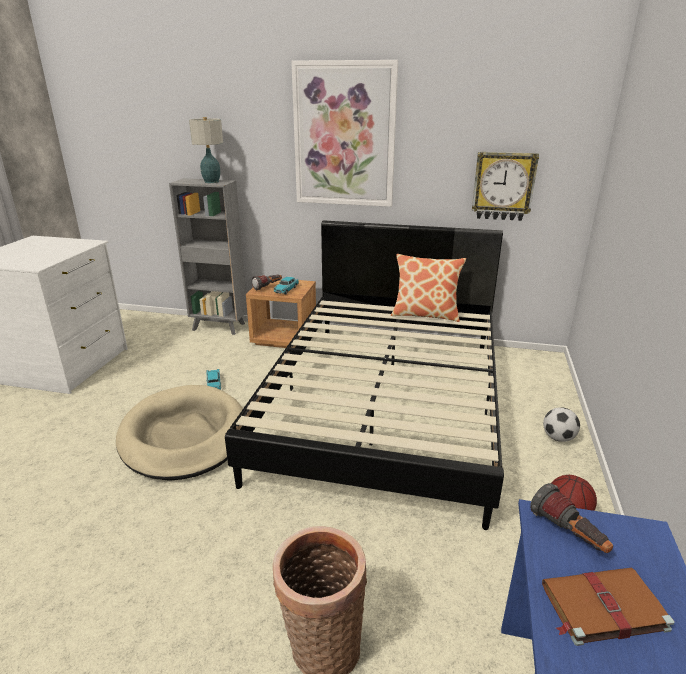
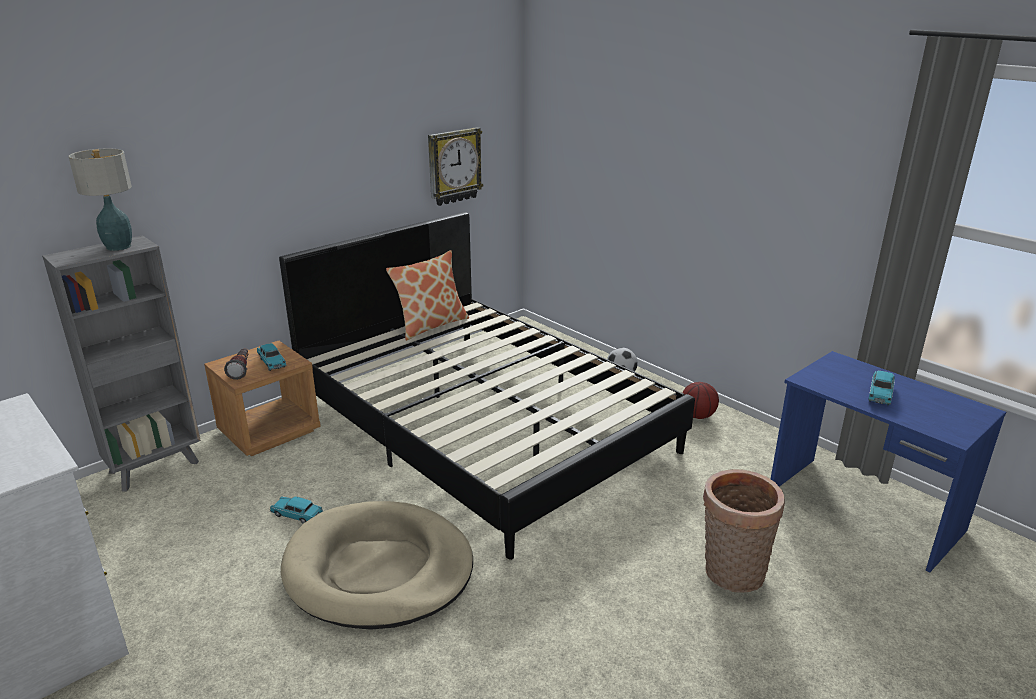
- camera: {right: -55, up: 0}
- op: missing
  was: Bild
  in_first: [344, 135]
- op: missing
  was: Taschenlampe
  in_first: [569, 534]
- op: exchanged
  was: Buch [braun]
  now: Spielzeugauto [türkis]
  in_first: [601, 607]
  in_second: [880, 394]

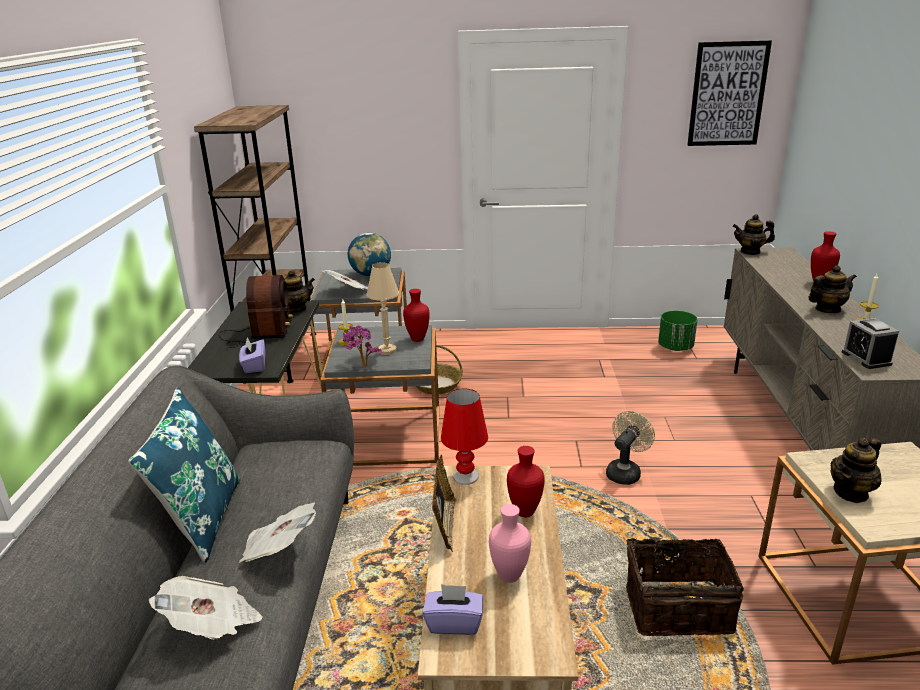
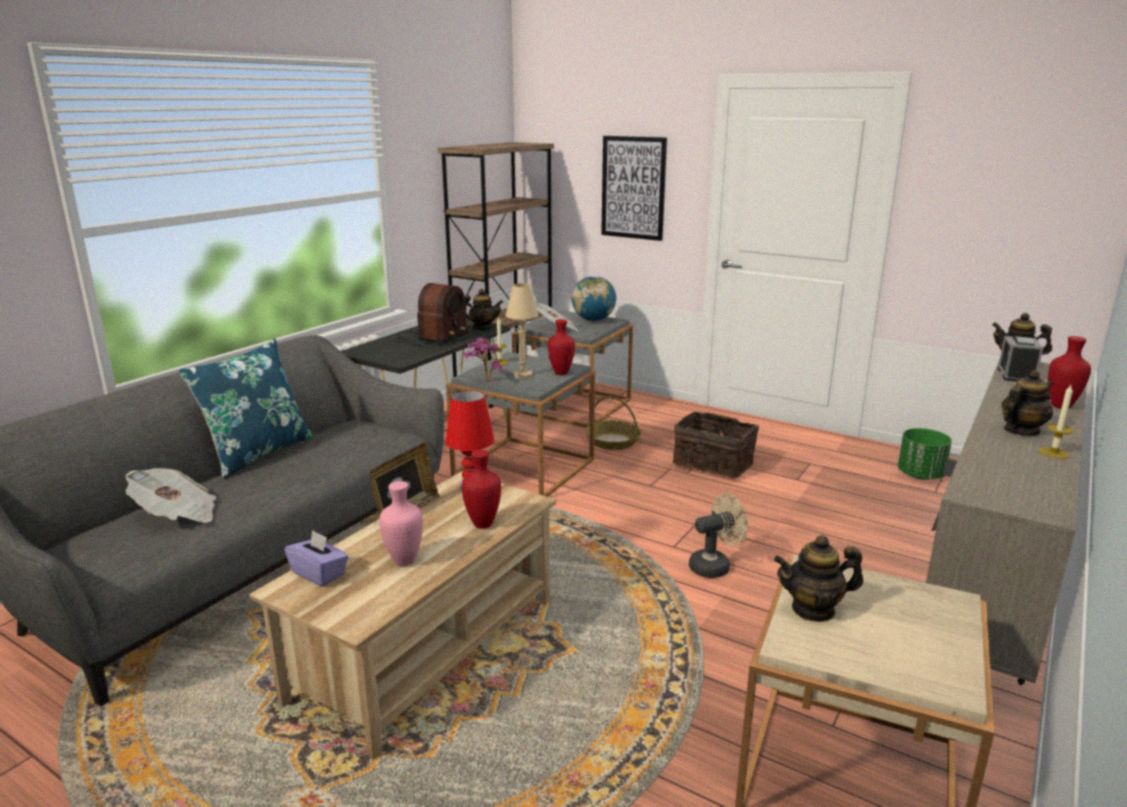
- camera: {right: 30, up: -5}
- op: relocated
  was: Bild
  in_first: [727, 94]
  in_second: [633, 188]
- op: spun
  was: Teekanne
  in_first: [827, 309]
  in_second: [1020, 431]
  clockwise: -45
- op: relocated
  was: Wecker
  in_first: [866, 358]
  in_second: [1016, 375]
- op: missing
  was: Taschentuchbox [lila]
  in_first: [254, 366]
- op: missing
  was: Zeitung
  in_first: [280, 549]
- op: relocated
  was: Korb
  in_first: [676, 606]
  in_second: [714, 463]

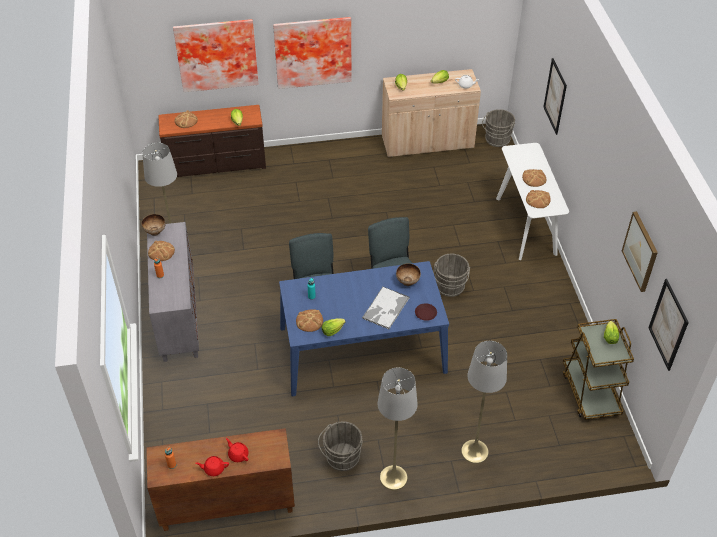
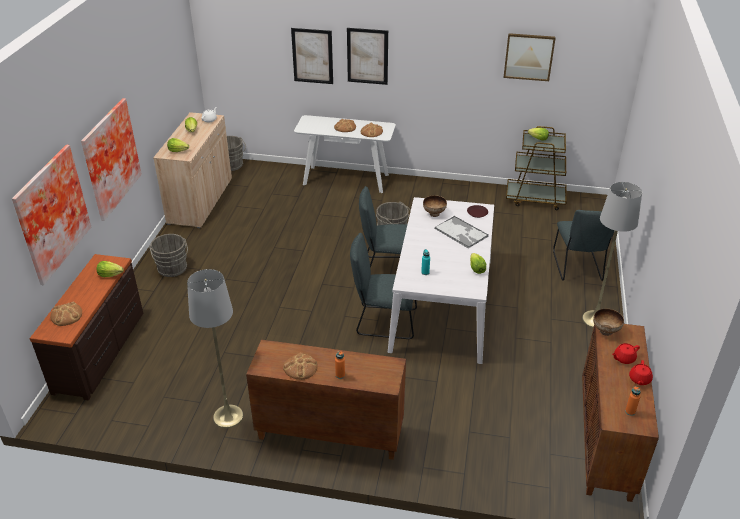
- camera: {right: -70, up: -10}
- op: relocated
  was: Schüssel
  in_first: [155, 232]
  in_second: [606, 331]
- op: colour
  was: Schrank [grau]
  now: Schrank [braun]
  in_first: [178, 316]
  in_second: [329, 433]
- op: colour
  was: Esstisch [blau]
  now: Esstisch [weiß]
  in_first: [362, 349]
  in_second: [442, 303]
- op: relocated
  was: Bild
  in_first: [668, 325]
  in_second: [367, 56]
- op: missing
  was: Brot
  in_first: [309, 321]
- op: exchanged
  was: Stehlampe [grau]
  now: Stuhl [grau]
  in_first: [474, 451]
  in_second: [578, 268]
- op: relocated
  was: Eimer [grau]
  in_first: [341, 458]
  in_second: [172, 269]

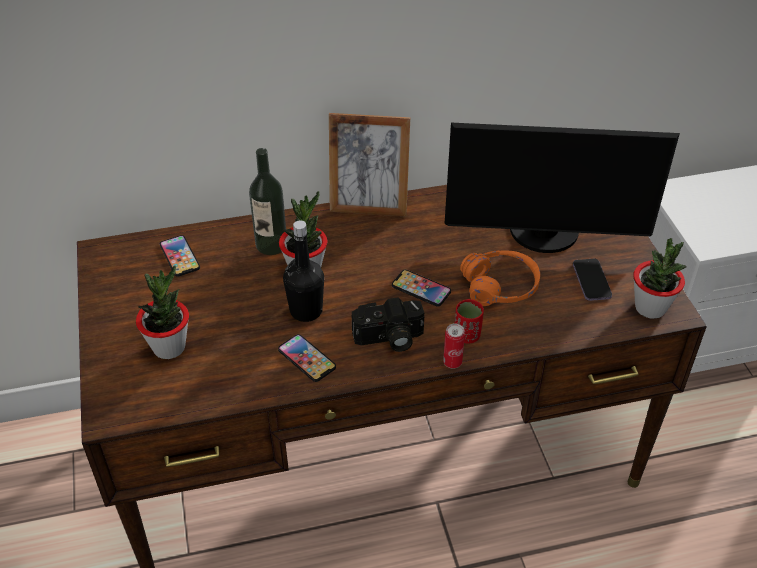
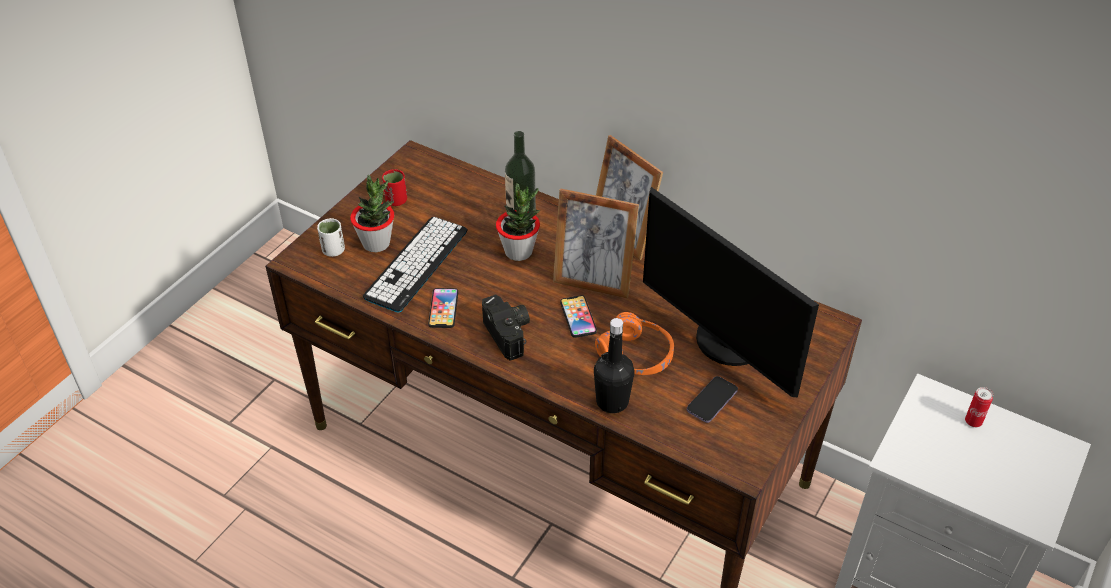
- camera: {right: 45, up: 0}
- op: relocated
  was: Flasche [schwarz]
  in_first: [306, 311]
  in_second: [612, 401]
- op: missing
  was: Handy
  in_first: [179, 256]
- op: missing
  was: Topfpflanze
  in_first: [650, 308]
- op: spun
  was: Kamera
  in_first: [389, 339]
  in_second: [510, 334]
  clockwise: -150
- op: relocated
  was: Tasse [rot]
  in_first: [467, 335]
  in_second: [396, 200]
- op: relocated
  was: Dose
  in_first: [452, 362]
  in_second: [973, 421]
- op: appeared
  now: Bilderrahmen
  in_second: [593, 282]
- op: appeared
  now: Tastatur
  in_second: [417, 264]
- op: appeared
  now: Tasse [weiß]
  in_second: [333, 250]

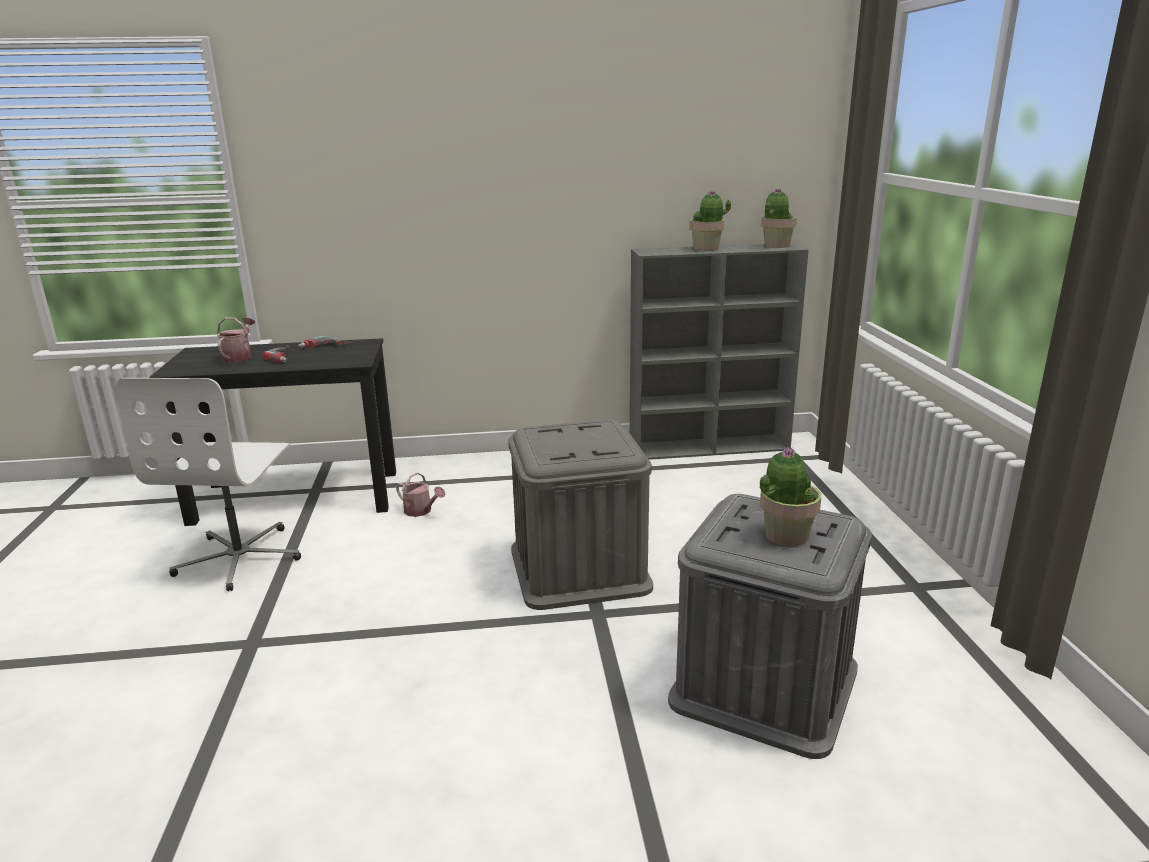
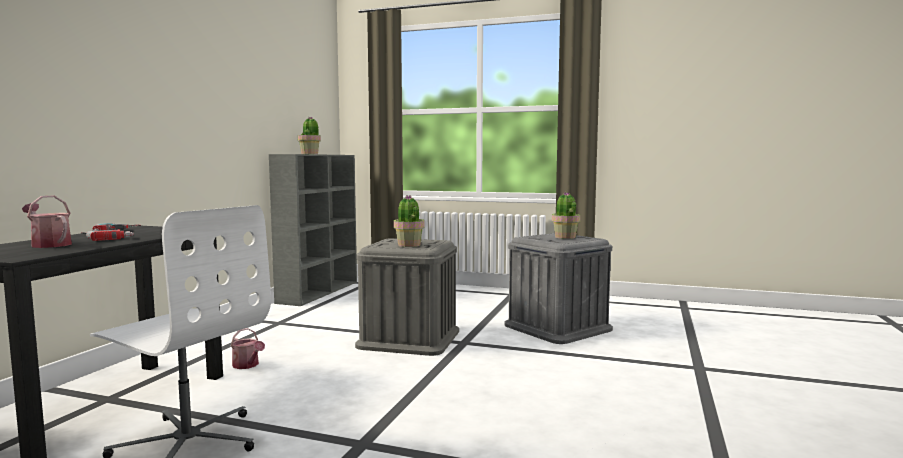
- camera: {right: -65, up: -15}
- op: relocated
  was: Topfpflanze
  in_first: [776, 246]
  in_second: [409, 245]
- op: spun
  was: Gießkanne
  in_first: [421, 511]
  in_second: [247, 365]
  clockwise: 75

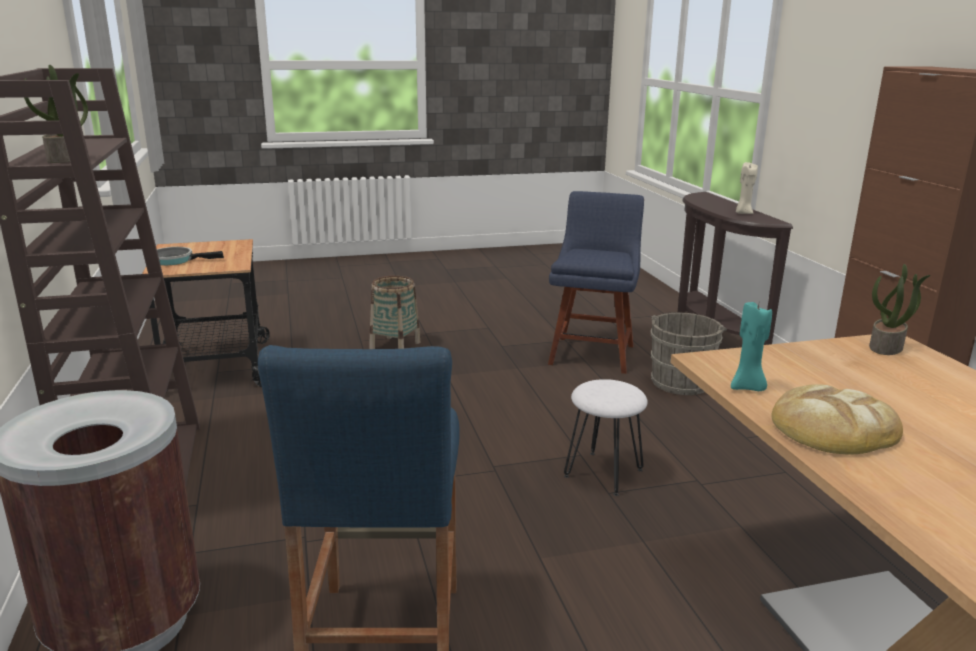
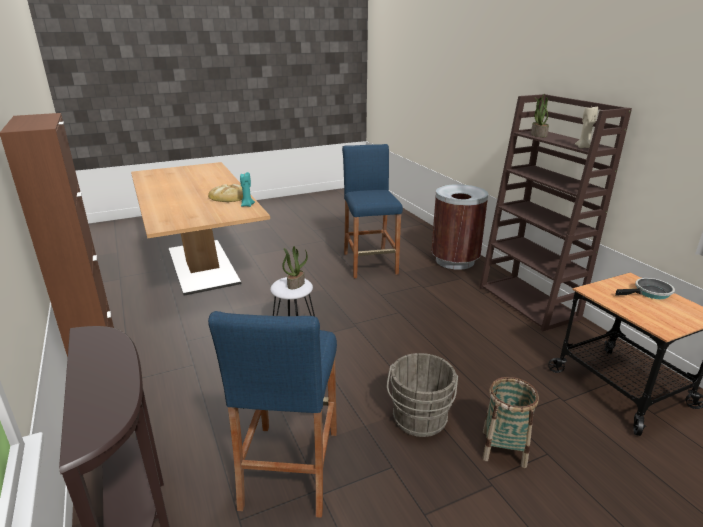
- camera: {right: 170, up: 5}
- op: relocated
  was: Kerze [beige]
  in_first: [743, 213]
  in_second: [583, 147]
- op: exchanged
  was: Stuhl [blau]
  now: Hocker [blau]
  in_first: [592, 353]
  in_second: [290, 467]
- op: relocated
  was: Topfpflanze
  in_first: [886, 347]
  in_second: [296, 284]
- op: relocated
  was: Eimer [grau]
  in_first: [681, 381]
  in_second: [419, 420]

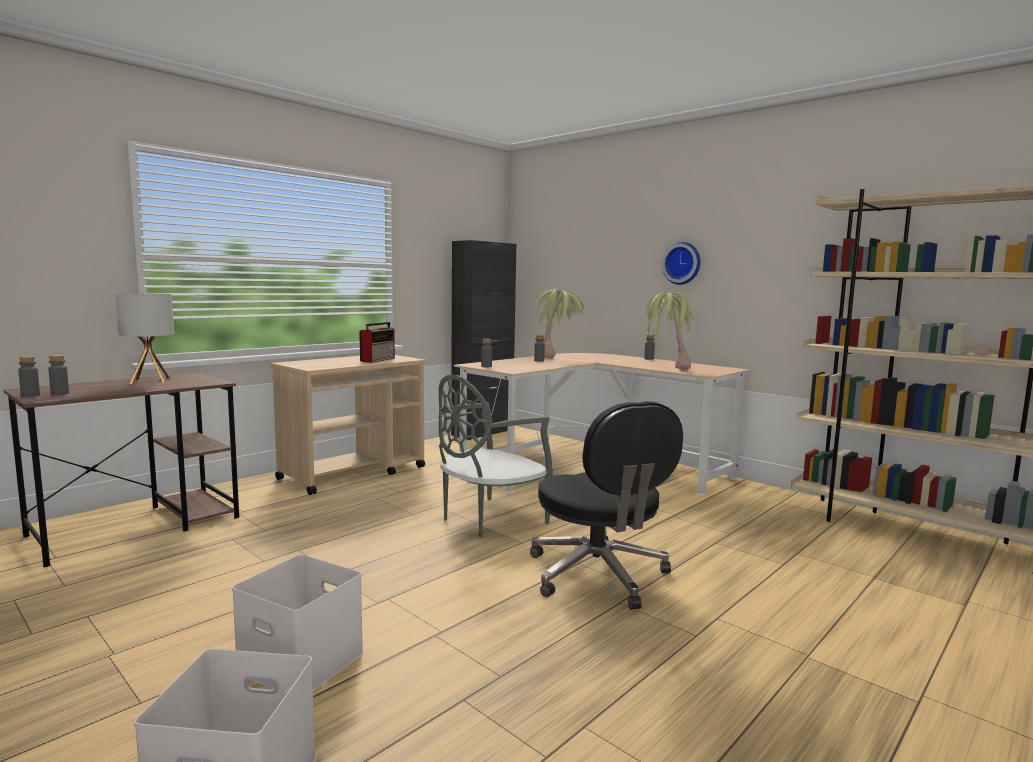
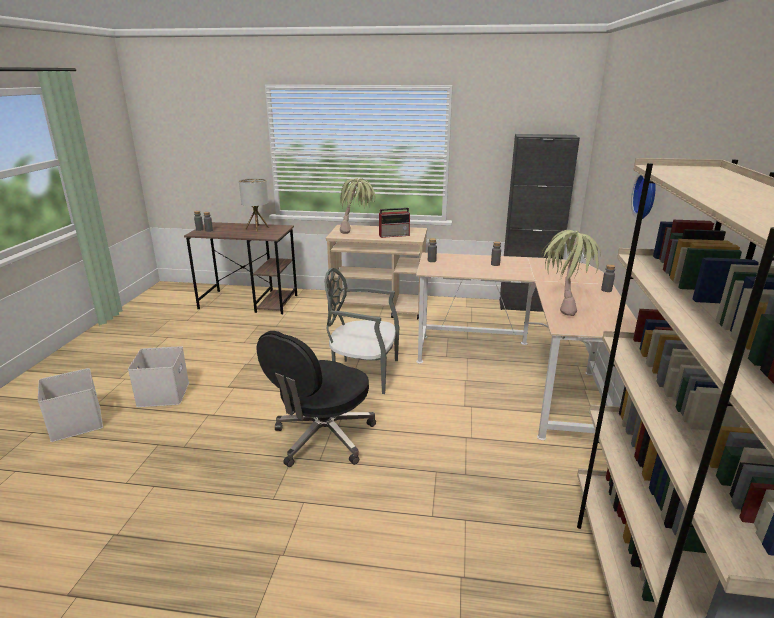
- camera: {right: 55, up: 15}
- op: relocated
  was: Topfpflanze
  in_first: [558, 357]
  in_second: [358, 233]

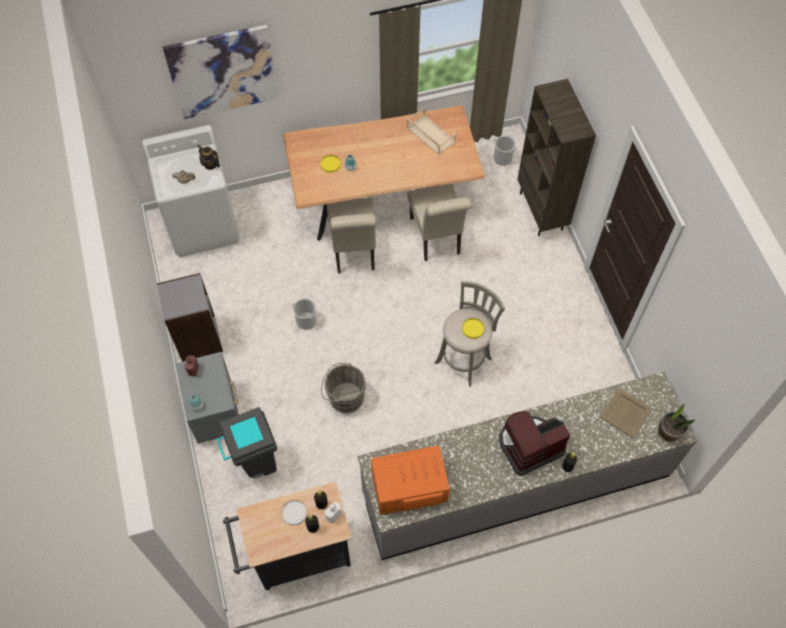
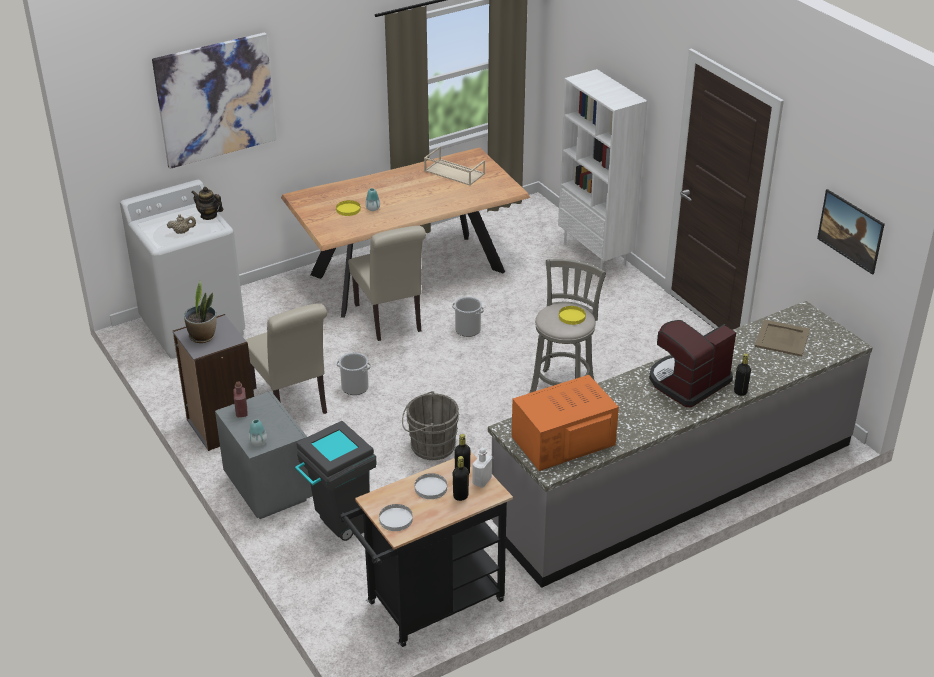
- camera: {right: -15, up: -25}
- op: colour
  was: Bücherregal [braun]
  now: Bücherregal [weiß]
  in_first: [542, 211]
  in_second: [595, 254]
- op: relocated
  was: Eimer
  in_first: [502, 158]
  in_second: [468, 329]
- op: relocated
  was: Stuhl [beige]
  in_first: [436, 239]
  in_second: [292, 403]
- op: relocated
  was: Topfpflanze
  in_first: [668, 432]
  in_second: [203, 336]
- op: appeared
  now: Bild
  in_second: [848, 243]
- op: appeared
  now: Teller [weiß]
  in_second: [395, 519]

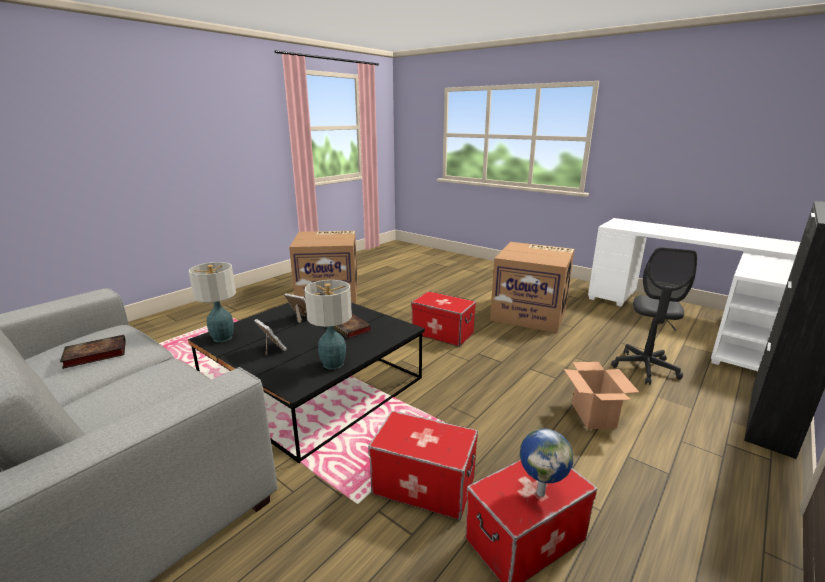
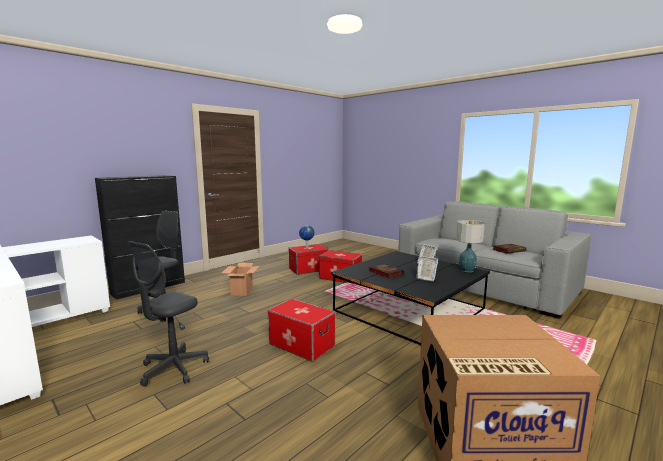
- camera: {right: -175, up: -10}
- op: exchanged
  was: Karton
  now: Bürostuhl [grau]
  in_first: [530, 313]
  in_second: [173, 369]
- op: missing
  was: Tischlampe
  in_first: [333, 364]

